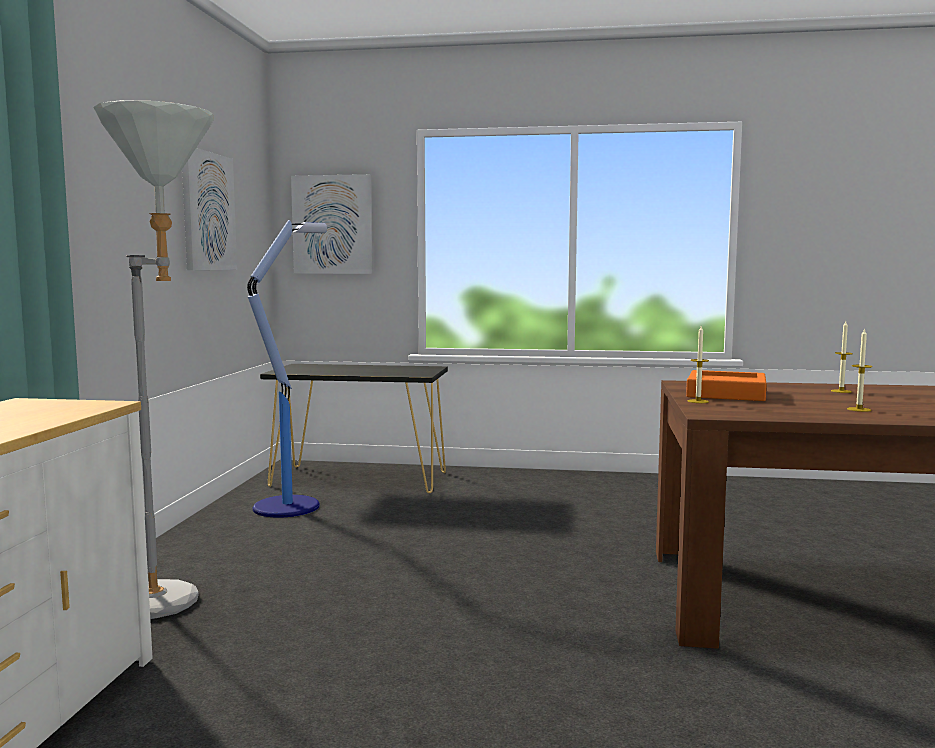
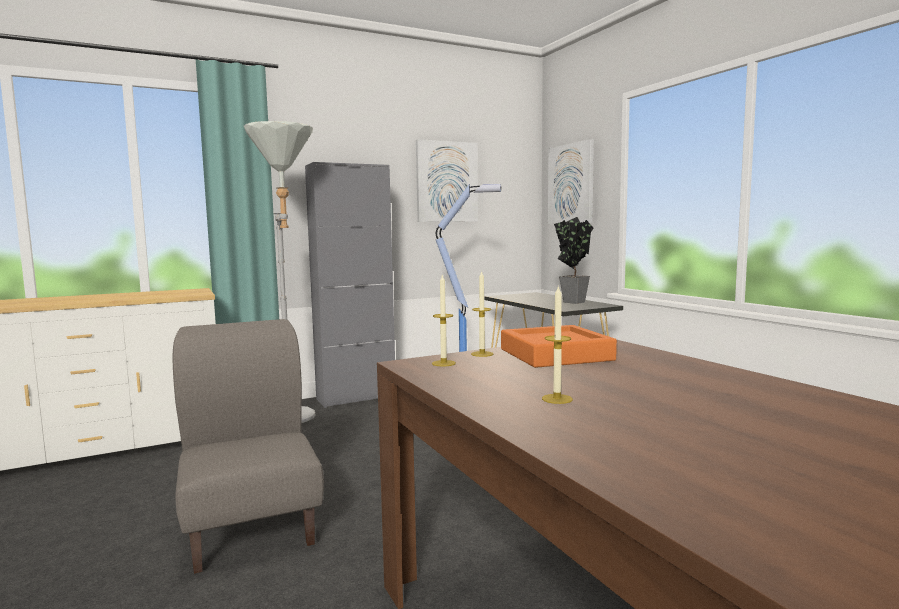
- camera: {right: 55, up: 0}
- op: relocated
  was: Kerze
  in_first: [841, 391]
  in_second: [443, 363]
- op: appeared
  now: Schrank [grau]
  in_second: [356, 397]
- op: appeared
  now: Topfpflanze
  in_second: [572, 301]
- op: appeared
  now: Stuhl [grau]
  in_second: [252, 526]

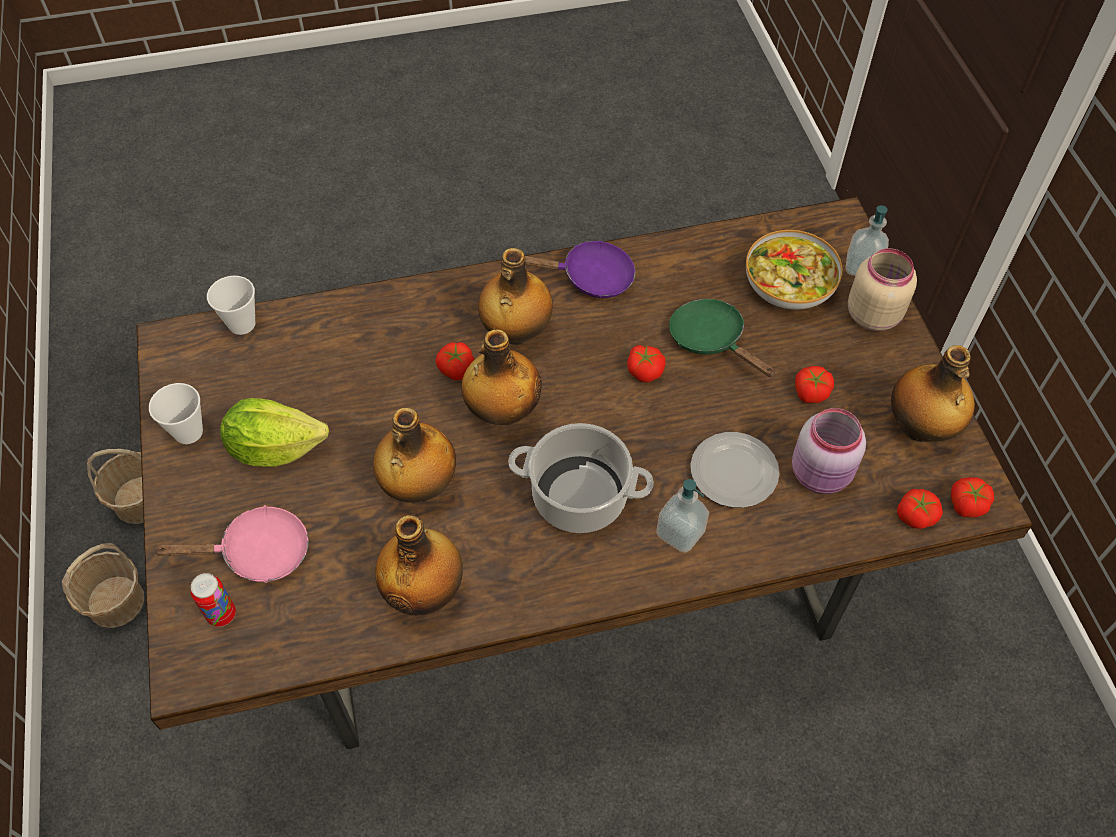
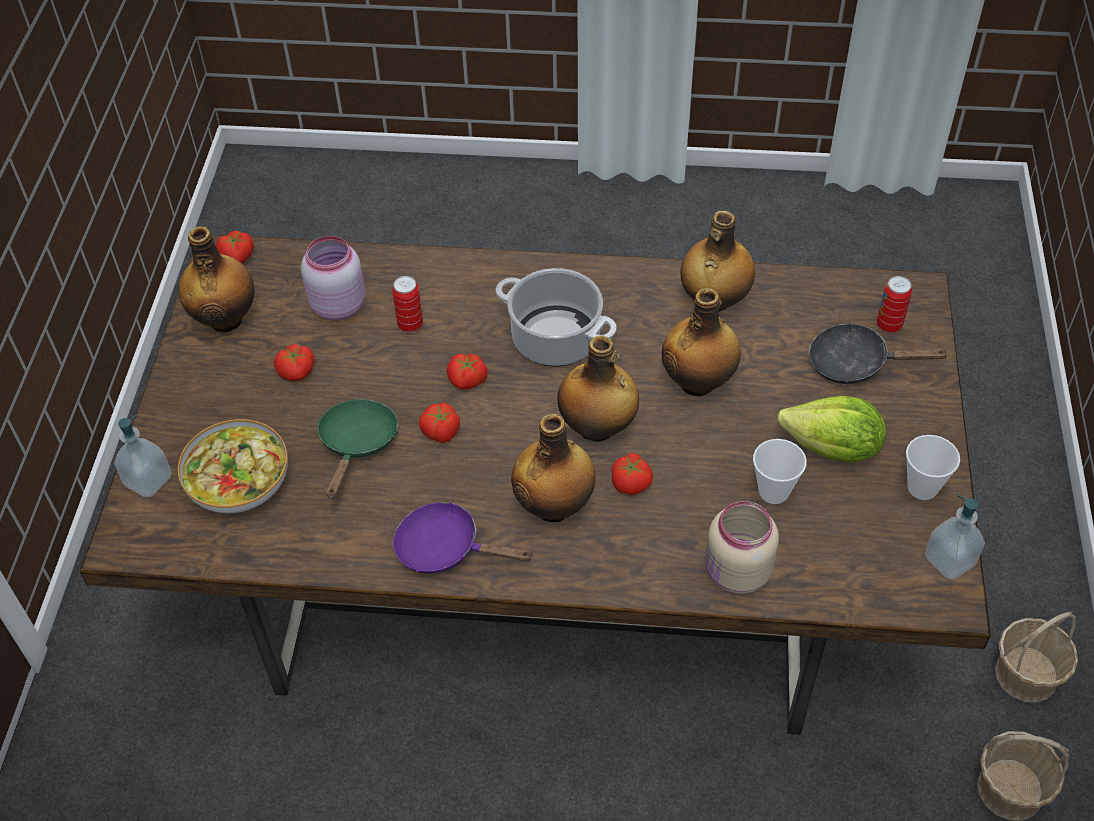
- camera: {right: -160, up: -5}
- op: relocated
  was: Vorratsglas [beige]
  in_first: [873, 314]
  in_second: [736, 574]
- op: relocated
  was: Tasse
  in_first: [242, 324]
  in_second: [773, 492]
- op: spun
  was: Pfanne [grün]
  in_first: [711, 340]
  in_second: [357, 444]
  clockwise: -150
- op: exchanged
  was: Teller
  now: Dose
  in_first: [734, 472]
  in_second: [410, 325]
- op: relocated
  was: Seifenspender
  in_first: [680, 533]
  in_second: [949, 560]
- op: relocated
  was: Tomate
  in_first: [915, 515]
  in_second: [467, 380]
- op: colour
  was: Pfanne [rosa]
  now: Pfanne [schwarz]
  in_first: [257, 553]
  in_second: [855, 363]

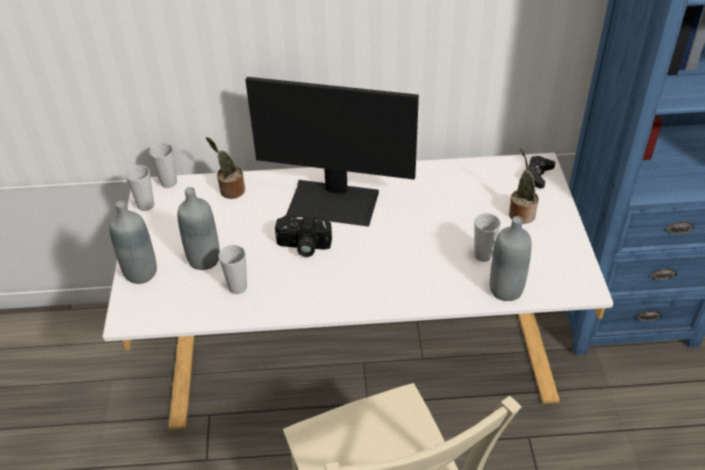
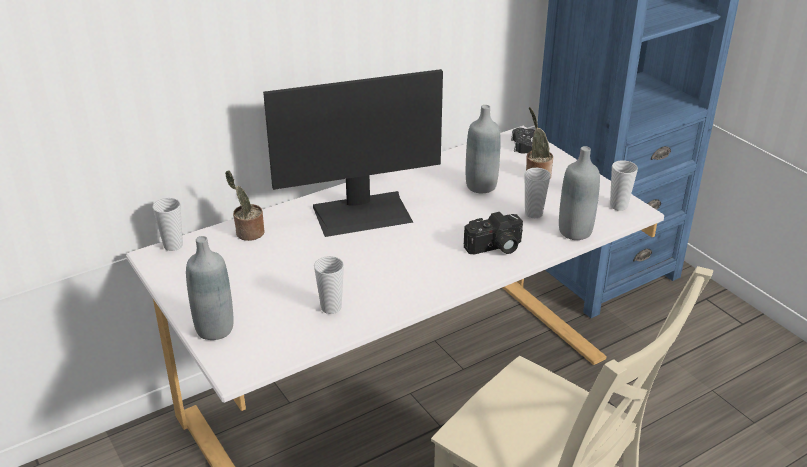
- camera: {right: -30, up: -10}
- op: relocated
  was: Tasse
  in_first: [146, 205]
  in_second: [618, 206]
- op: relocated
  was: Flasche [grau]
  in_first: [204, 259]
  in_second: [481, 186]
- op: relocated
  was: Kamera
  in_first: [303, 246]
  in_second: [495, 248]

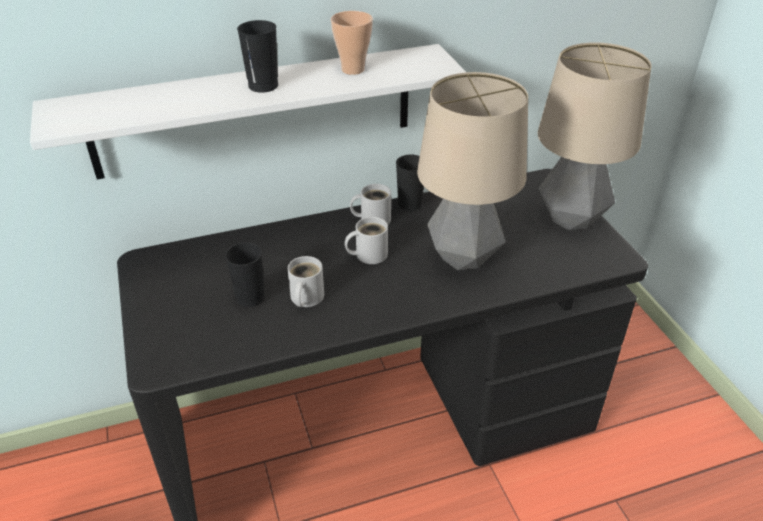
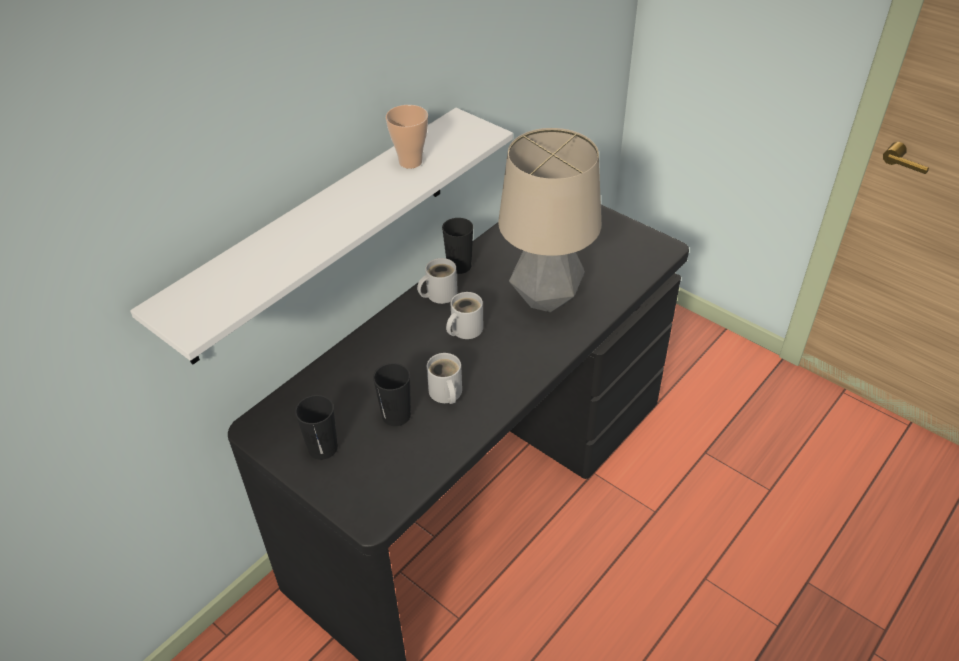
- camera: {right: -30, up: 5}
- op: relocated
  was: Tasse [schwarz]
  in_first: [263, 86]
  in_second: [323, 448]
- op: missing
  was: Tischlampe
  in_first: [571, 219]

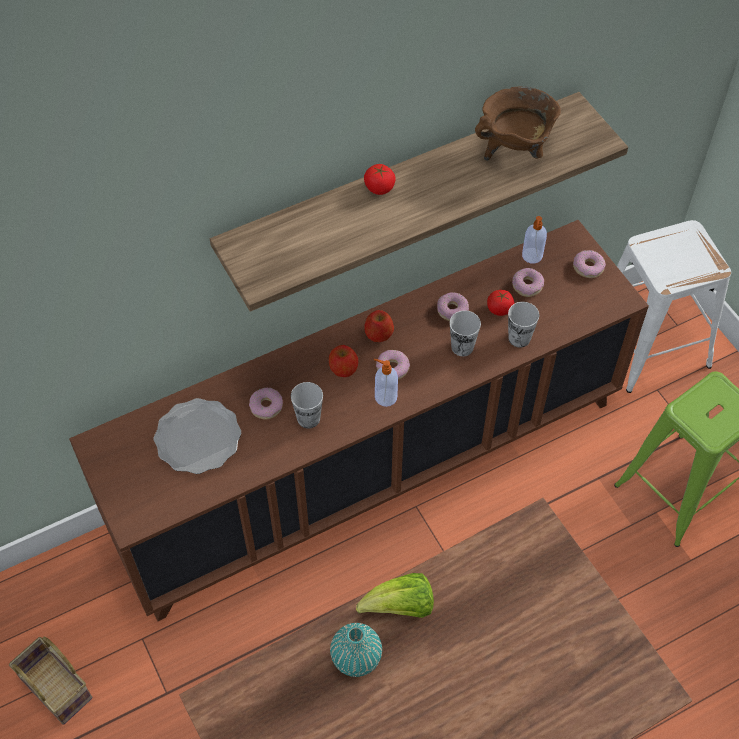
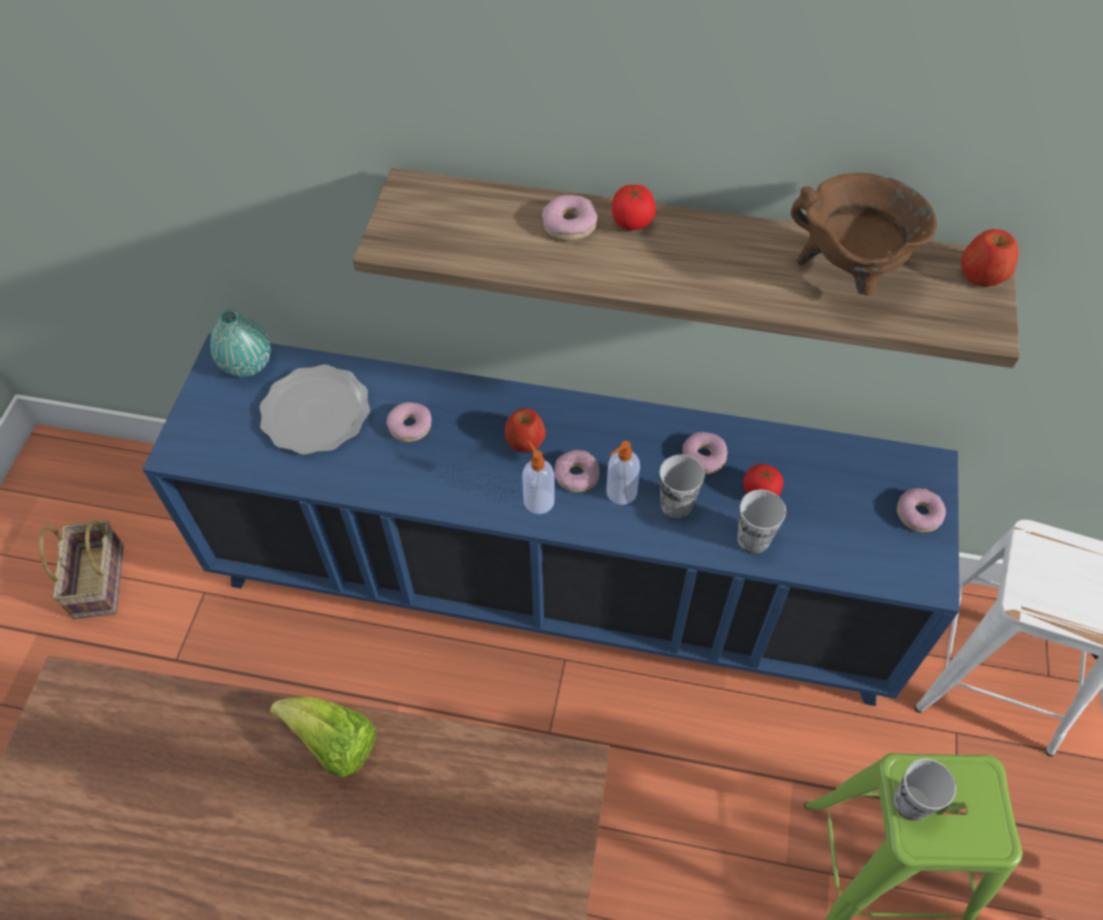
- camera: {right: 40, up: 0}
- op: relocated
  was: Seifenspender
  in_first: [532, 256]
  in_second: [620, 493]
- op: colour
  was: Schrank [braun]
  now: Schrank [blau]
  in_first: [369, 468]
  in_second: [553, 586]
- op: relocated
  was: Donut
  in_first: [527, 285]
  in_second: [569, 225]
- op: relocated
  was: Apfel
  in_first: [378, 333]
  in_second: [983, 273]
- op: relocated
  was: Tasse
  in_first: [308, 418]
  in_second: [911, 802]
- op: relocated
  was: Vase [türkis]
  in_first: [356, 658]
  in_second: [247, 363]

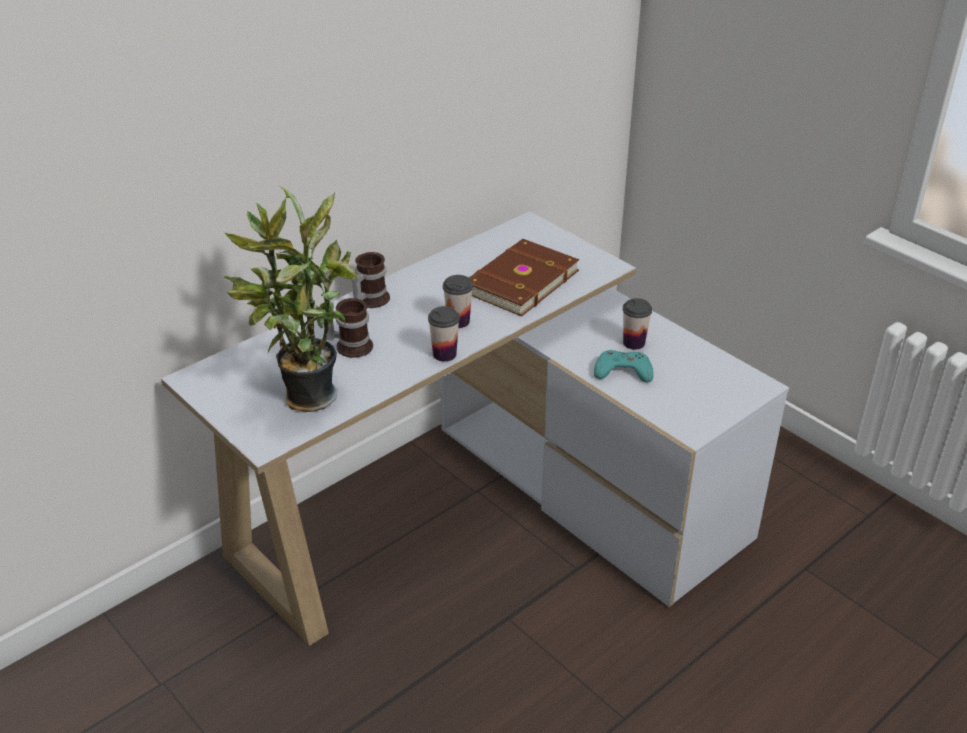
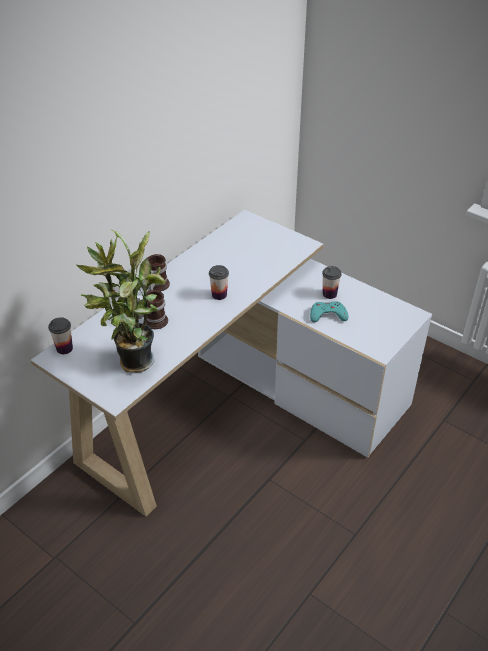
- camera: {right: -10, up: 5}
- op: missing
  was: Buch [braun]
  in_first: [519, 281]
- op: relocated
  was: Tasse
  in_first: [444, 354]
  in_second: [64, 348]

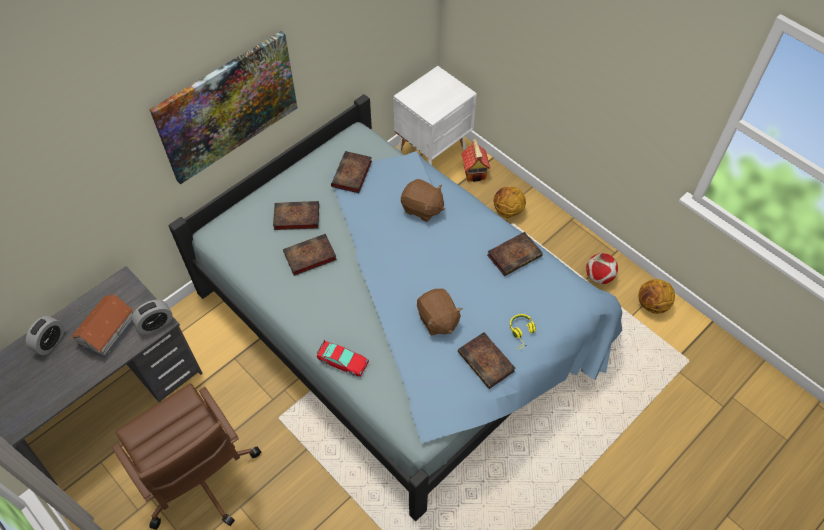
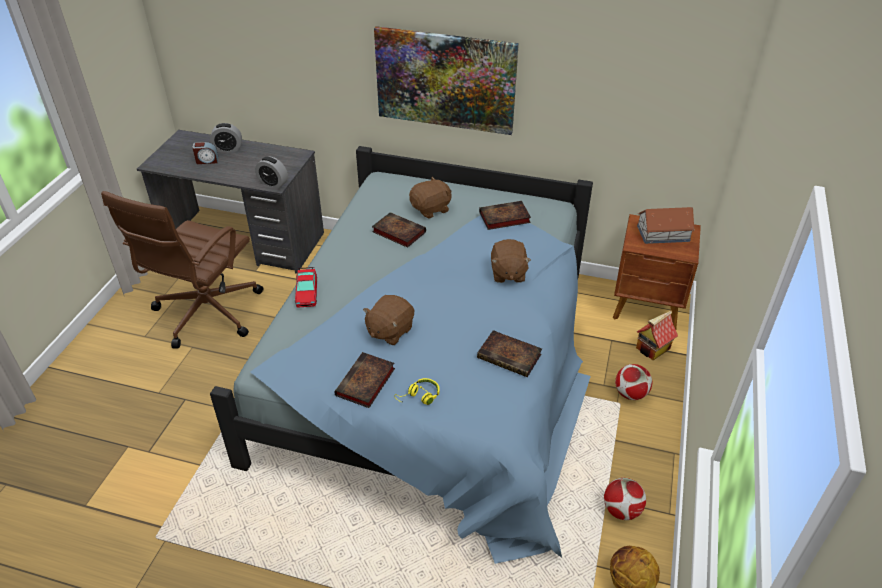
- camera: {right: 60, up: -15}
- op: colour
  was: Nachttisch [weiß]
  now: Nachttisch [braun]
  in_first: [433, 150]
  in_second: [647, 308]
- op: exchanged
  was: Basketball
  now: Fußball
  in_first: [507, 211]
  in_second: [630, 393]
- op: exchanged
  was: Buch
  now: Plüschtier [braun]
  in_first: [295, 218]
  in_second: [431, 209]
- op: relocated
  was: Spielzeughaus
  in_first: [108, 331]
  in_second: [663, 233]
- op: appeared
  now: Wecker
  in_second: [207, 160]

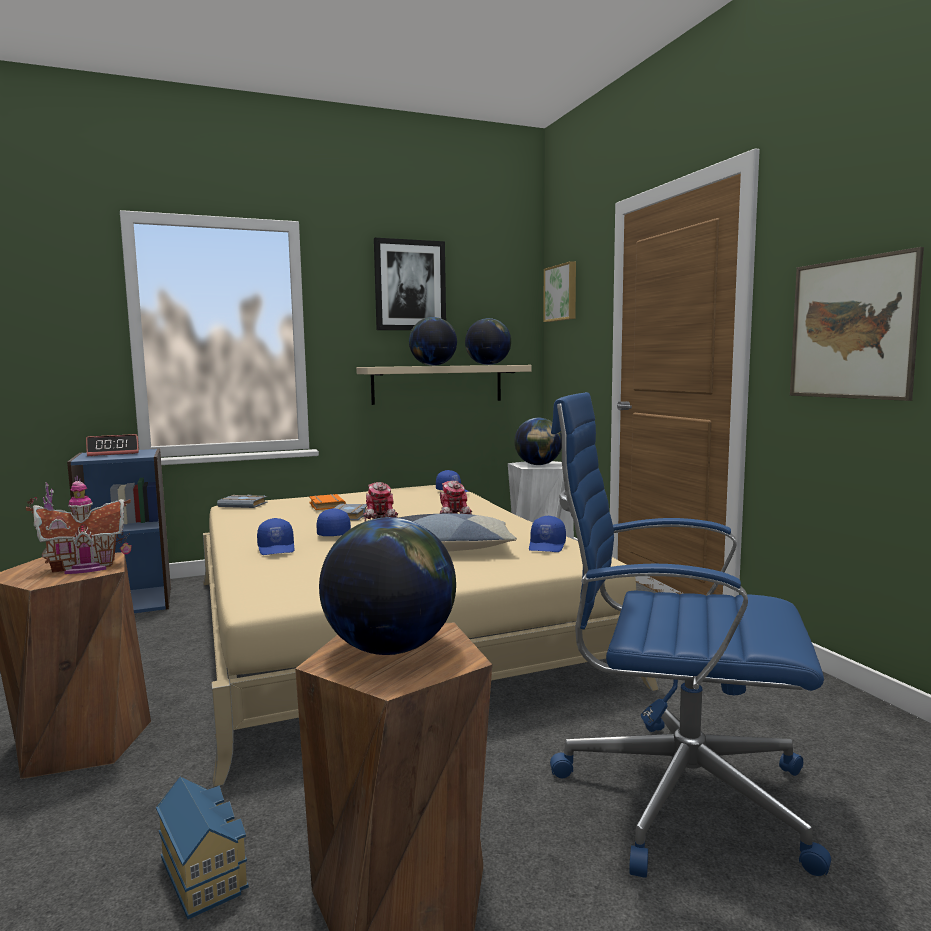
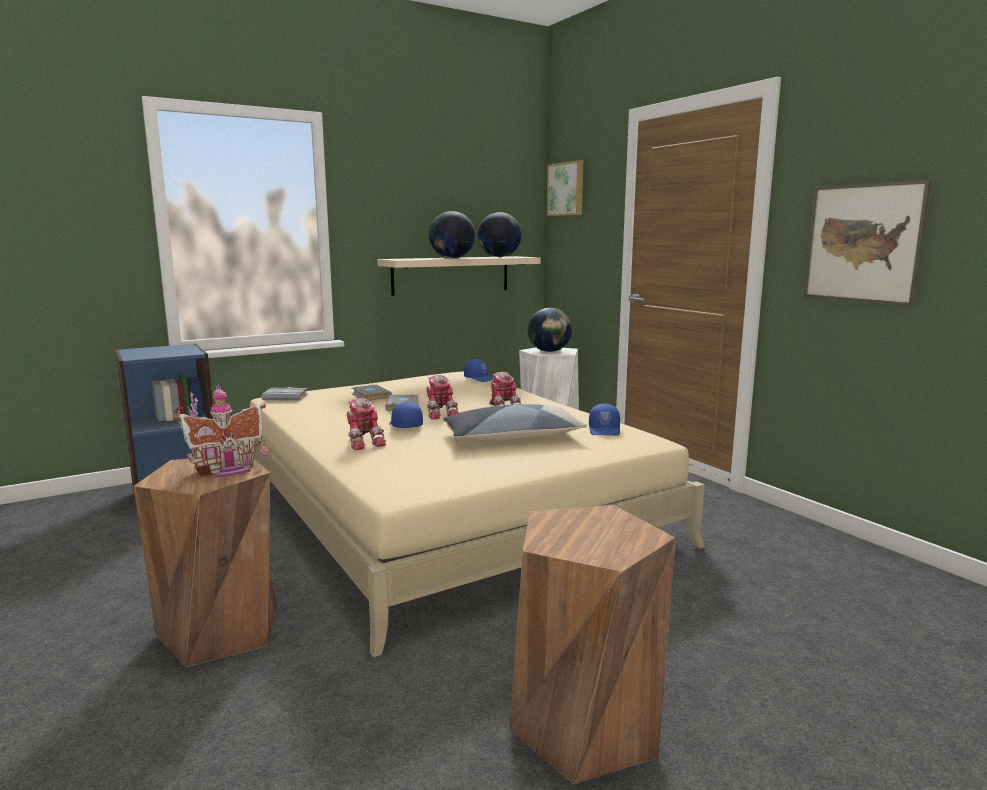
- camera: {right: -10, up: 5}
- op: missing
  was: Bild
  in_first: [410, 285]
- op: missing
  was: Bürostuhl [blau]
  in_first: [675, 793]
- op: missing
  was: Wecker
  in_first: [114, 453]
- op: colour
  was: Buch [orange]
  now: Buch [grau]
  in_first: [325, 505]
  in_second: [369, 396]
- op: missing
  was: Globus
  in_first: [390, 648]
- op: exchanged
  was: Kappe [blau]
  now: Spielzeugroboter
  in_first: [277, 549]
  in_second: [364, 442]
- op: missing
  was: Spielzeughaus
  in_first: [206, 871]

